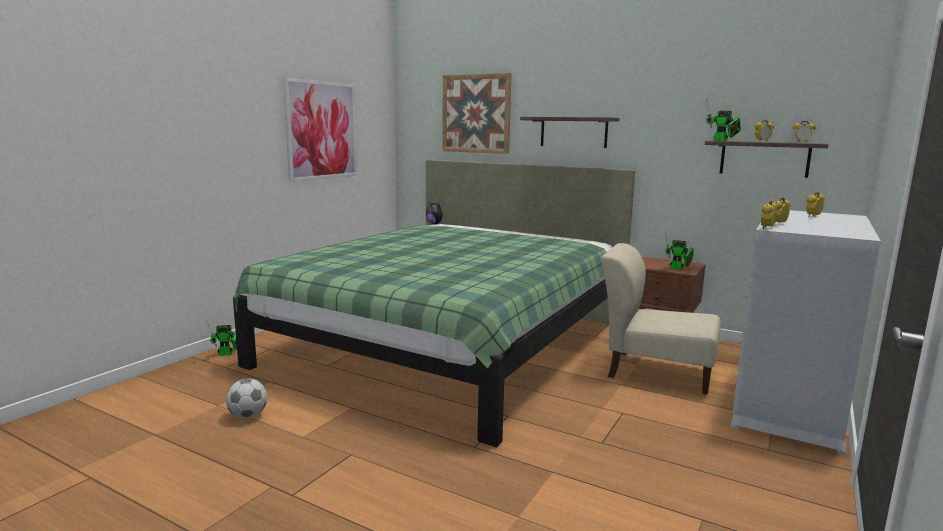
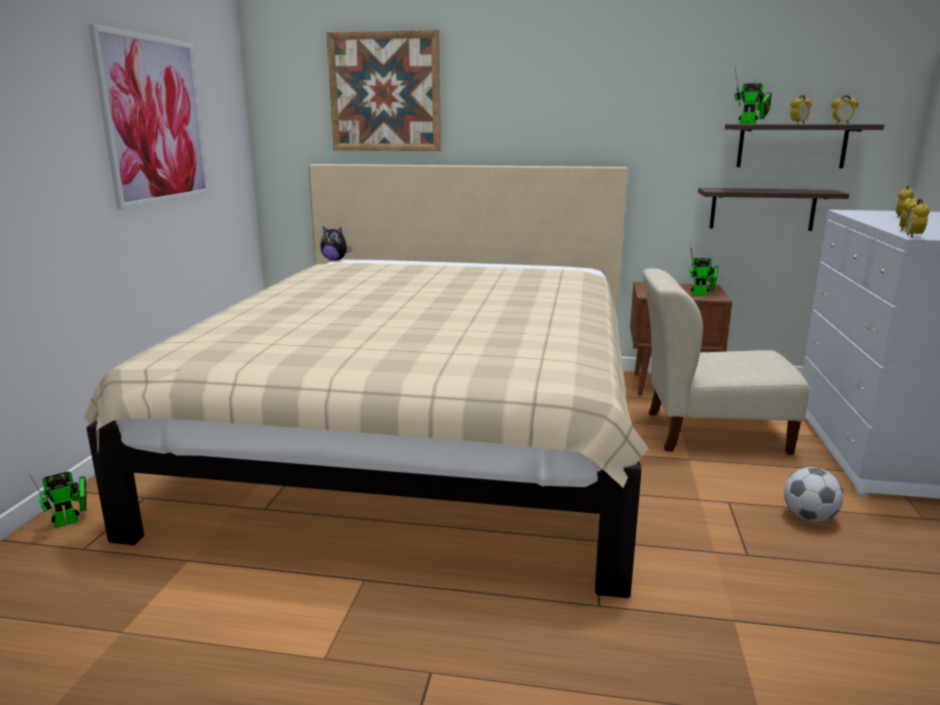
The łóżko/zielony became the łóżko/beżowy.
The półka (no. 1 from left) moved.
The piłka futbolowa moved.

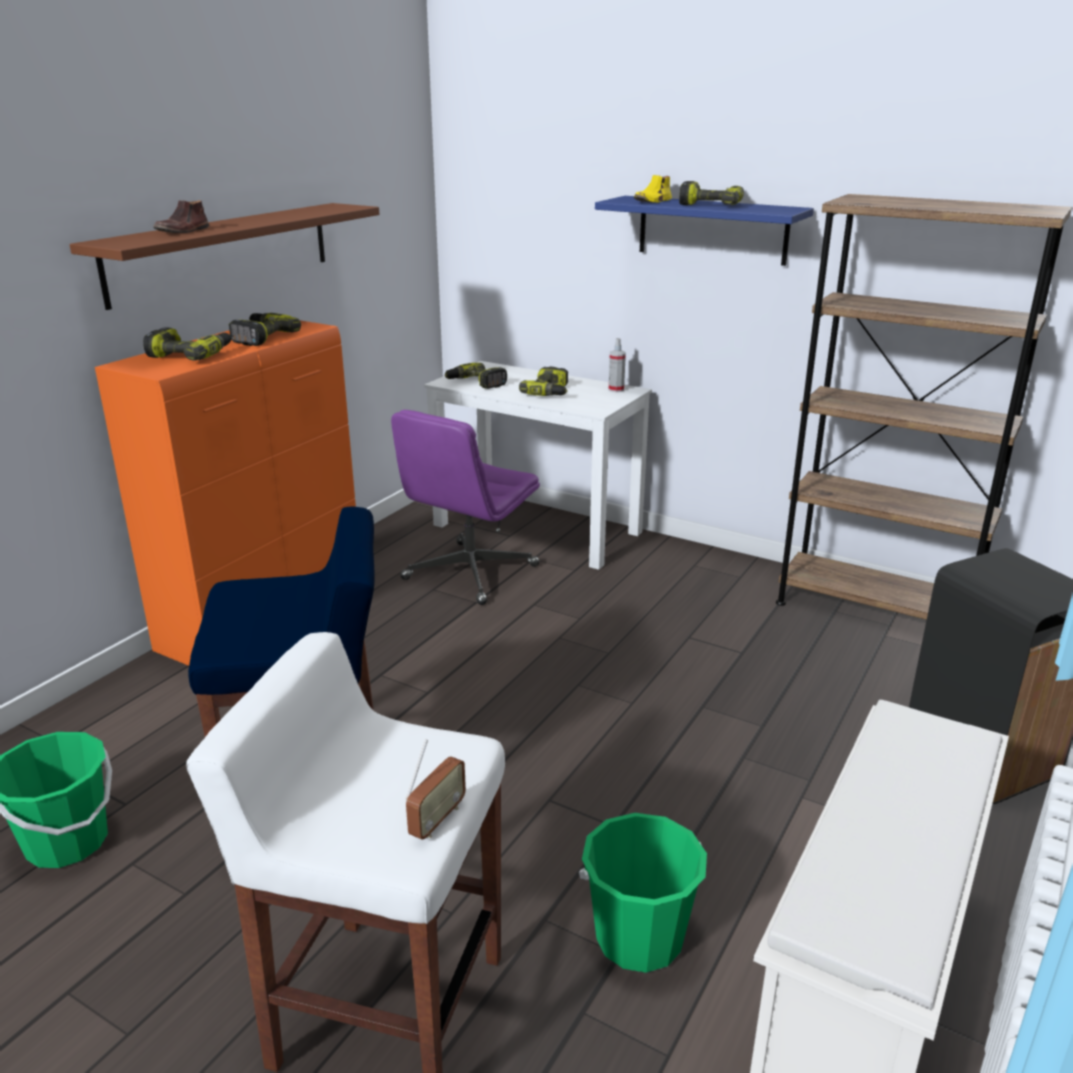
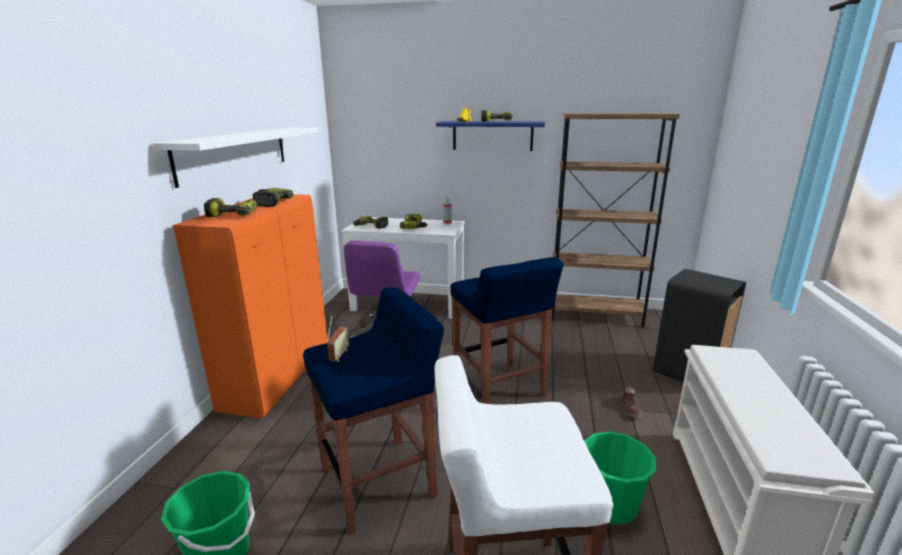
The półka/brązowy became the półka/biały.
The radio moved.
The stołek/niebieski (no. 2 from left) appeared.
The but/brązowy moved.

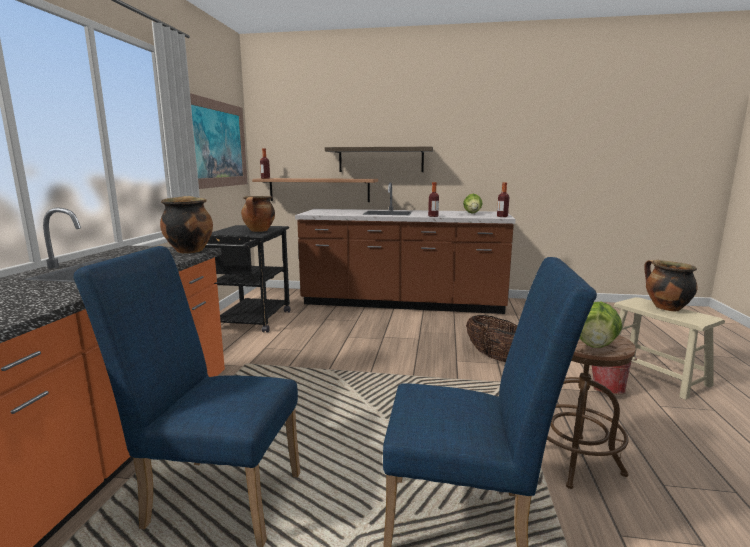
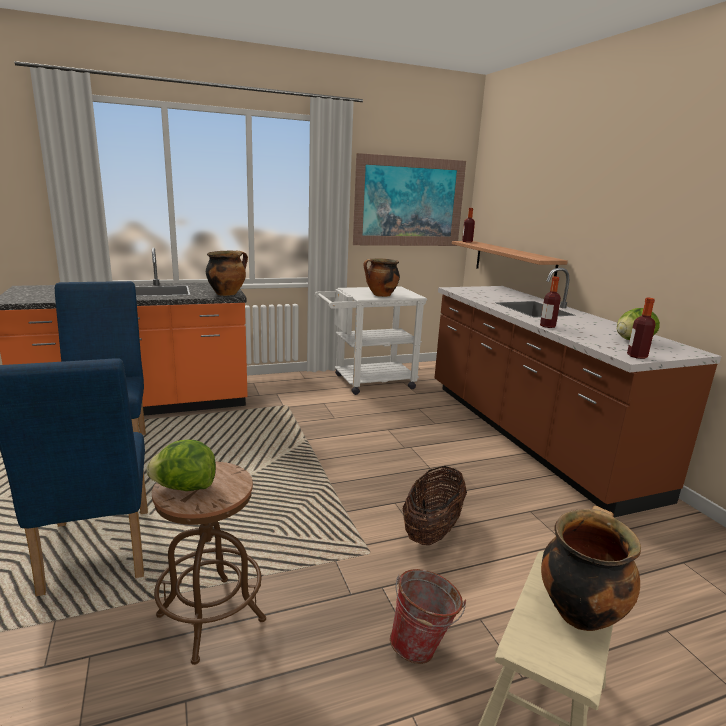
The wózek/czarny became the wózek/biały.
The półka (no. 2 from left) disappeared.

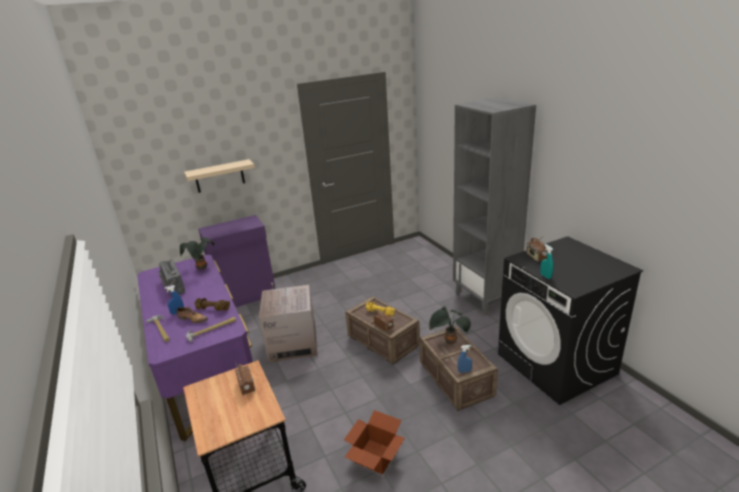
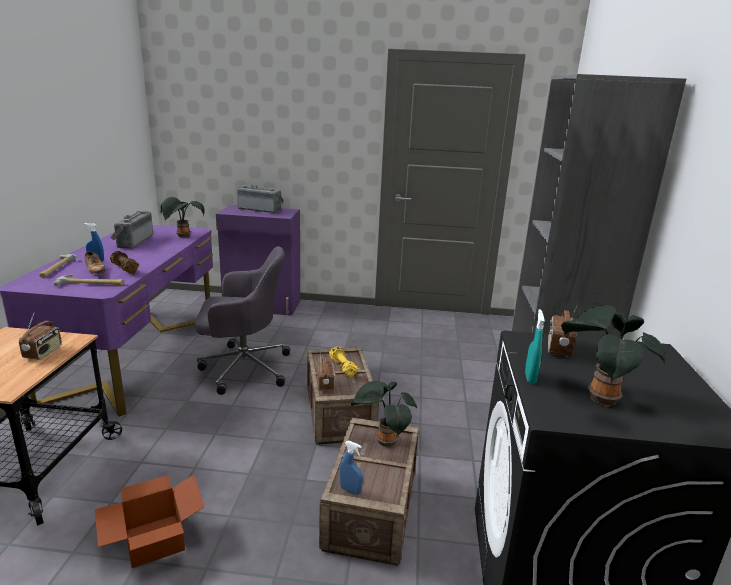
The karton (no. 1 from left) was replaced by the krzesło biurowe/szary.
The radio (no. 3 from left) appeared.
The roślina doniczkowa (no. 3 from left) appeared.
The półka/beżowy disappeared.

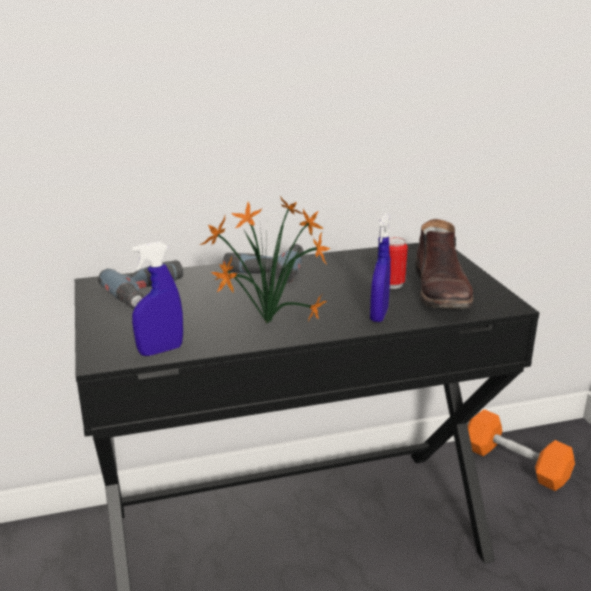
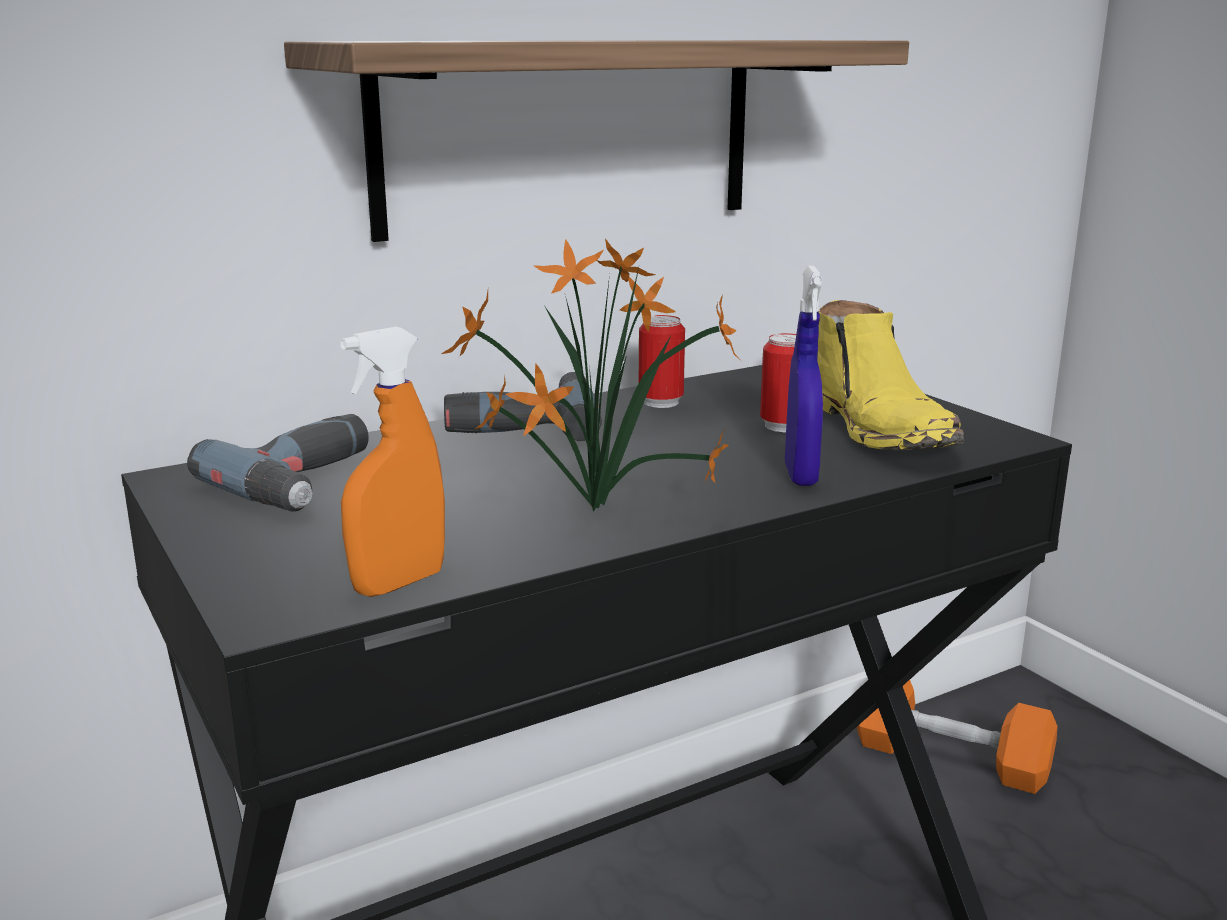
The półka appeared.
The spryskiwacz/niebieski (no. 1 from left) became the spryskiwacz/pomarańczowy.
The puszka (no. 1 from left) appeared.
The but z cholewką/brązowy became the but z cholewką/żółty.

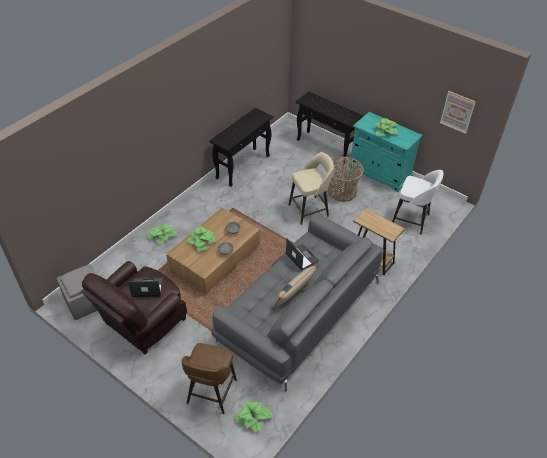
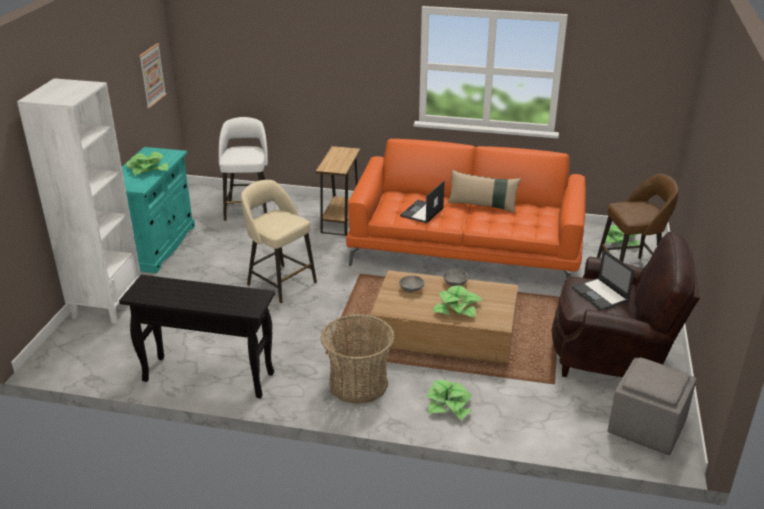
The stolik konsolowy/czarny (no. 2 from left) was replaced by the regał/biały.
The koszyk moved.
The kanapa/szary became the kanapa/pomarańczowy.

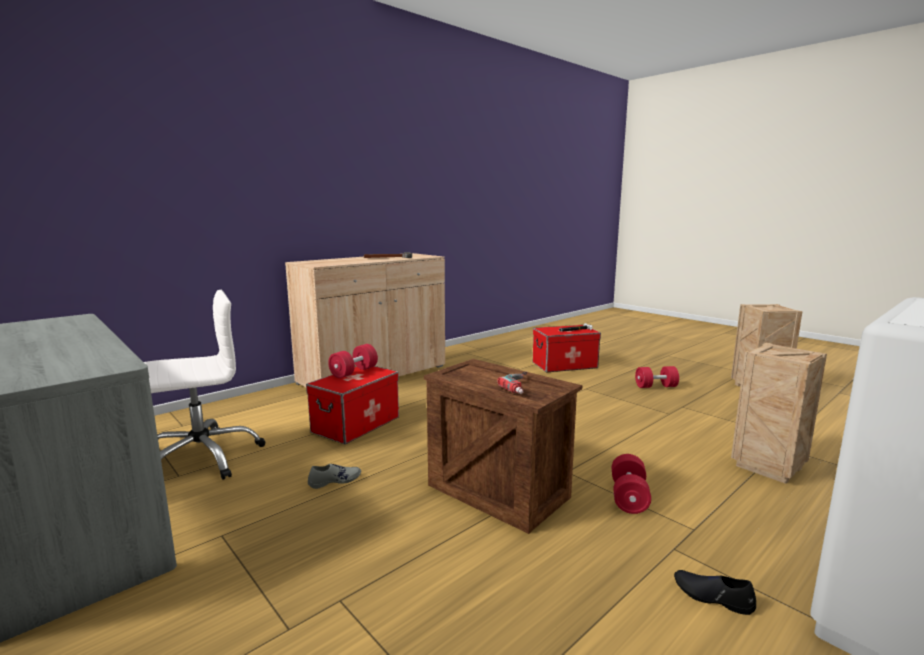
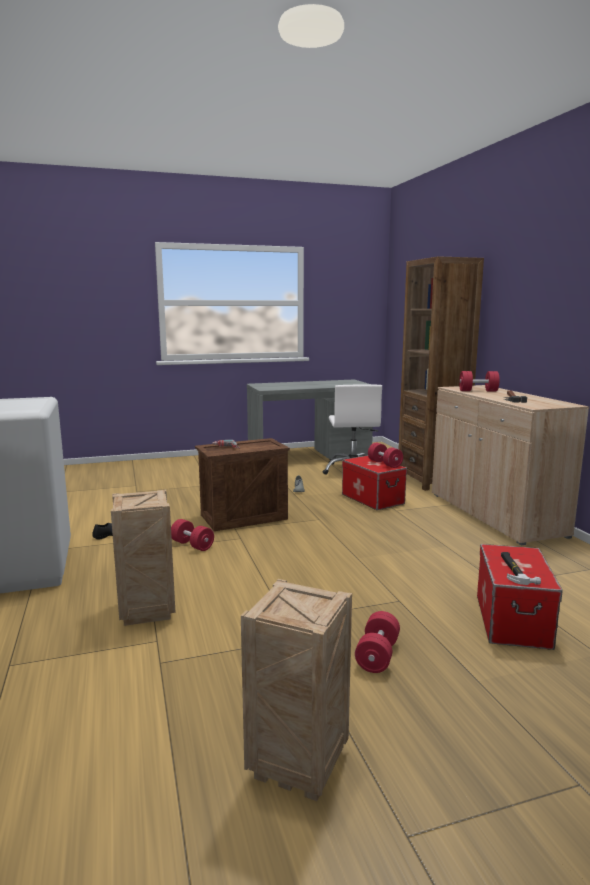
The regał/brązowy appeared.
The hantel/czerwony (no. 4 from left) appeared.

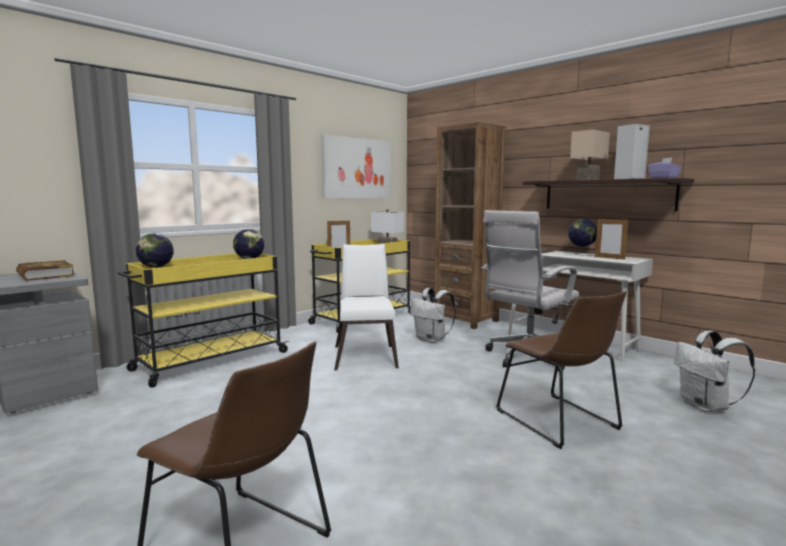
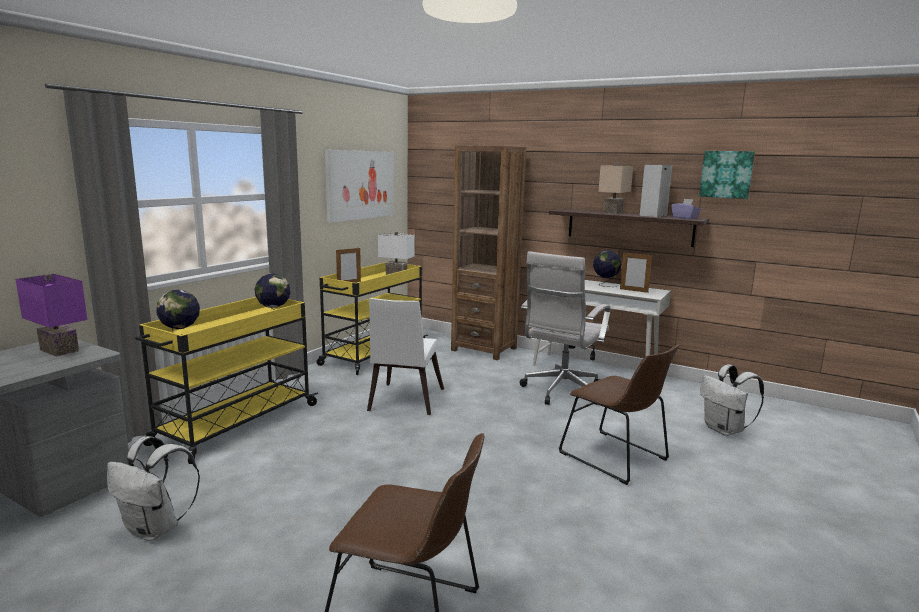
The książka was replaced by the lampa stołowa/fioletowy.
The plecak/biały (no. 1 from left) moved.
The krzesło/biały turned 150 degrees counterclockwise.
The obraz (no. 2 from left) appeared.

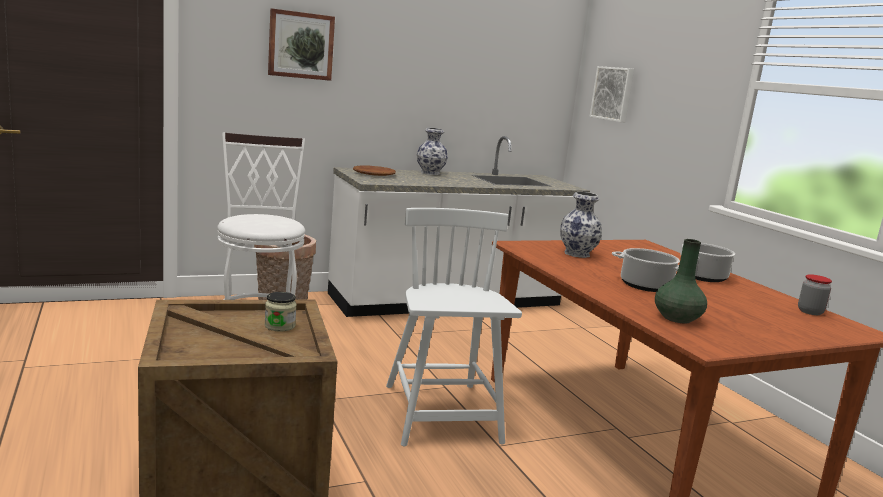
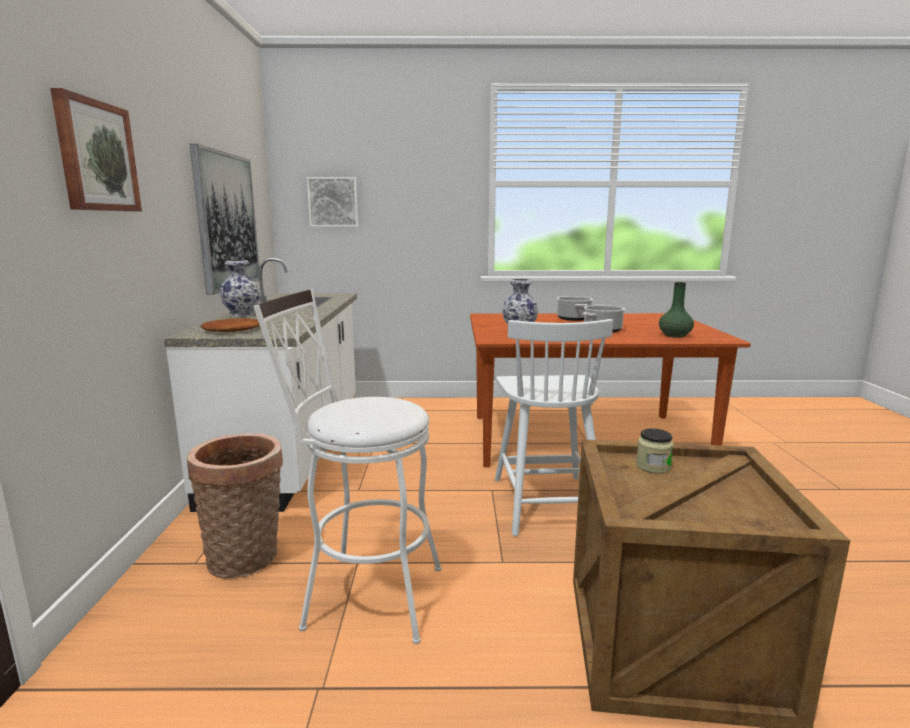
The obraz (no. 2 from left) appeared.
The krzesło/biały turned 105 degrees counterclockwise.
The słoik (no. 2 from left) disappeared.

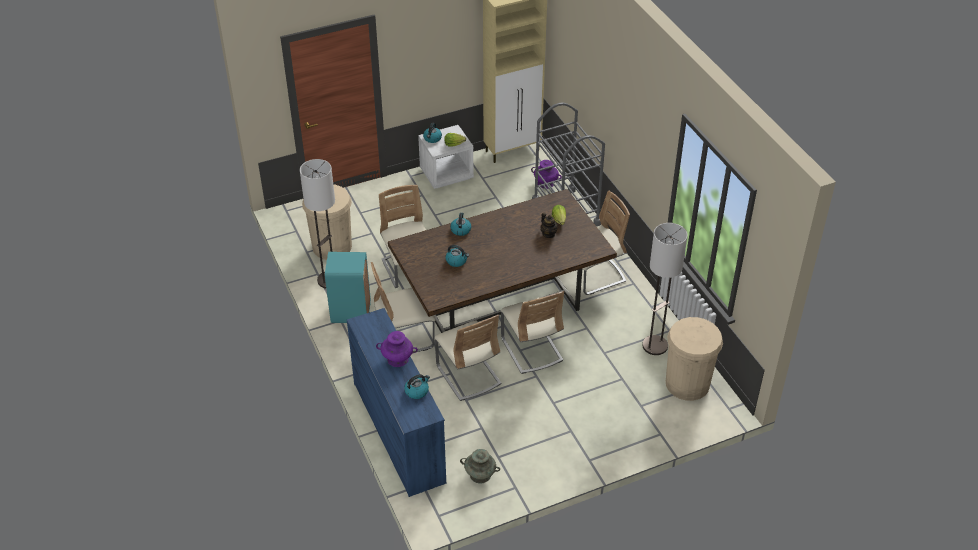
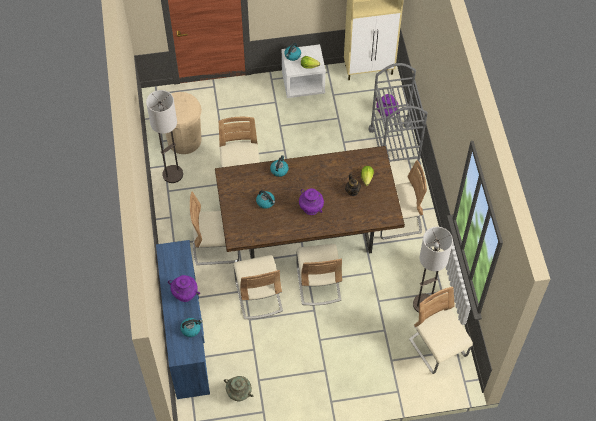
The wazon/fioletowy (no. 2 from left) appeared.
The kosz na śmieci/beżowy (no. 2 from left) was replaced by the krzesło/beżowy (no. 6 from left).
The kosz na śmieci/turkusowy disappeared.

